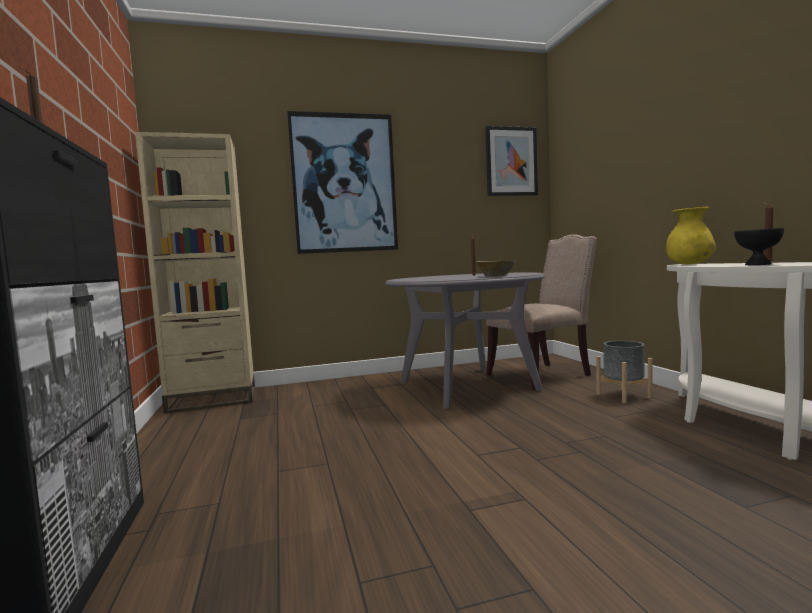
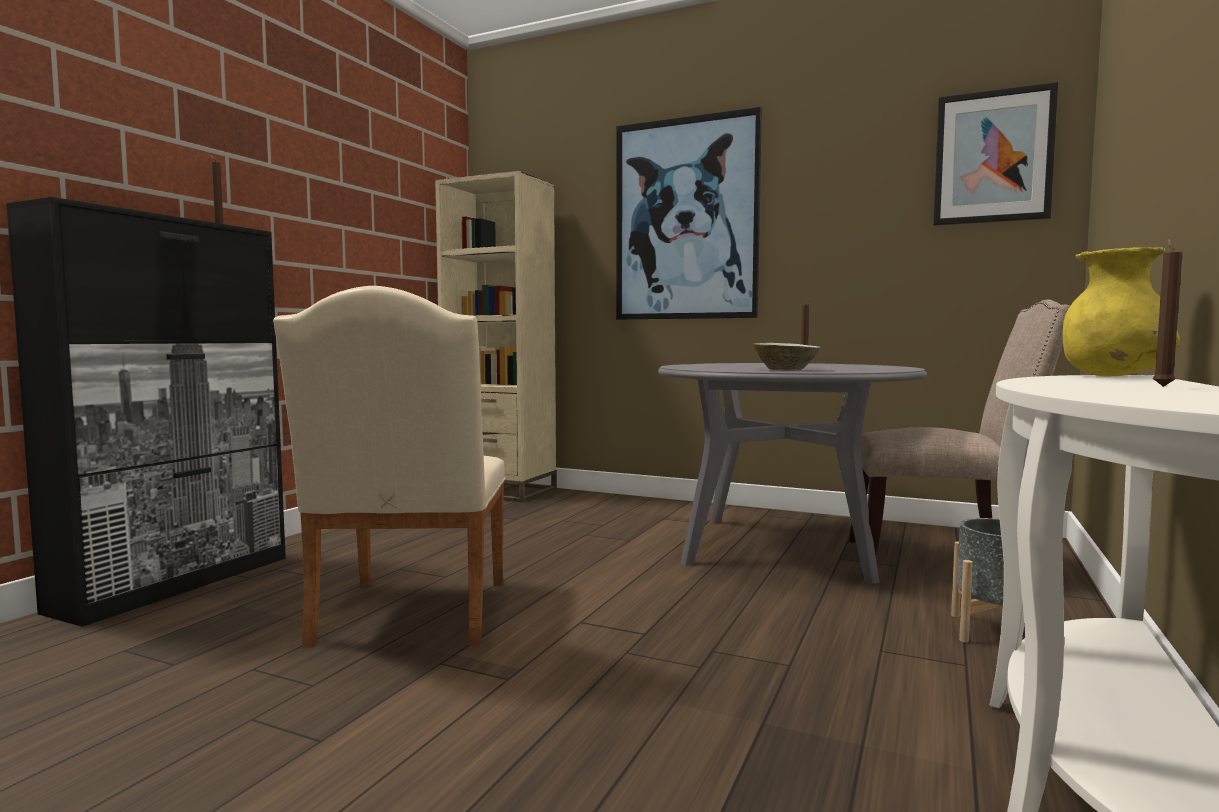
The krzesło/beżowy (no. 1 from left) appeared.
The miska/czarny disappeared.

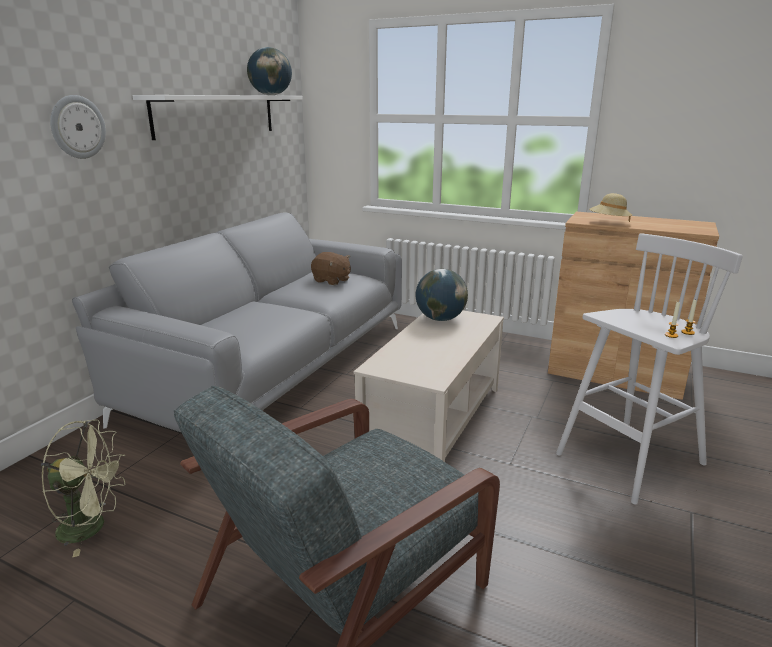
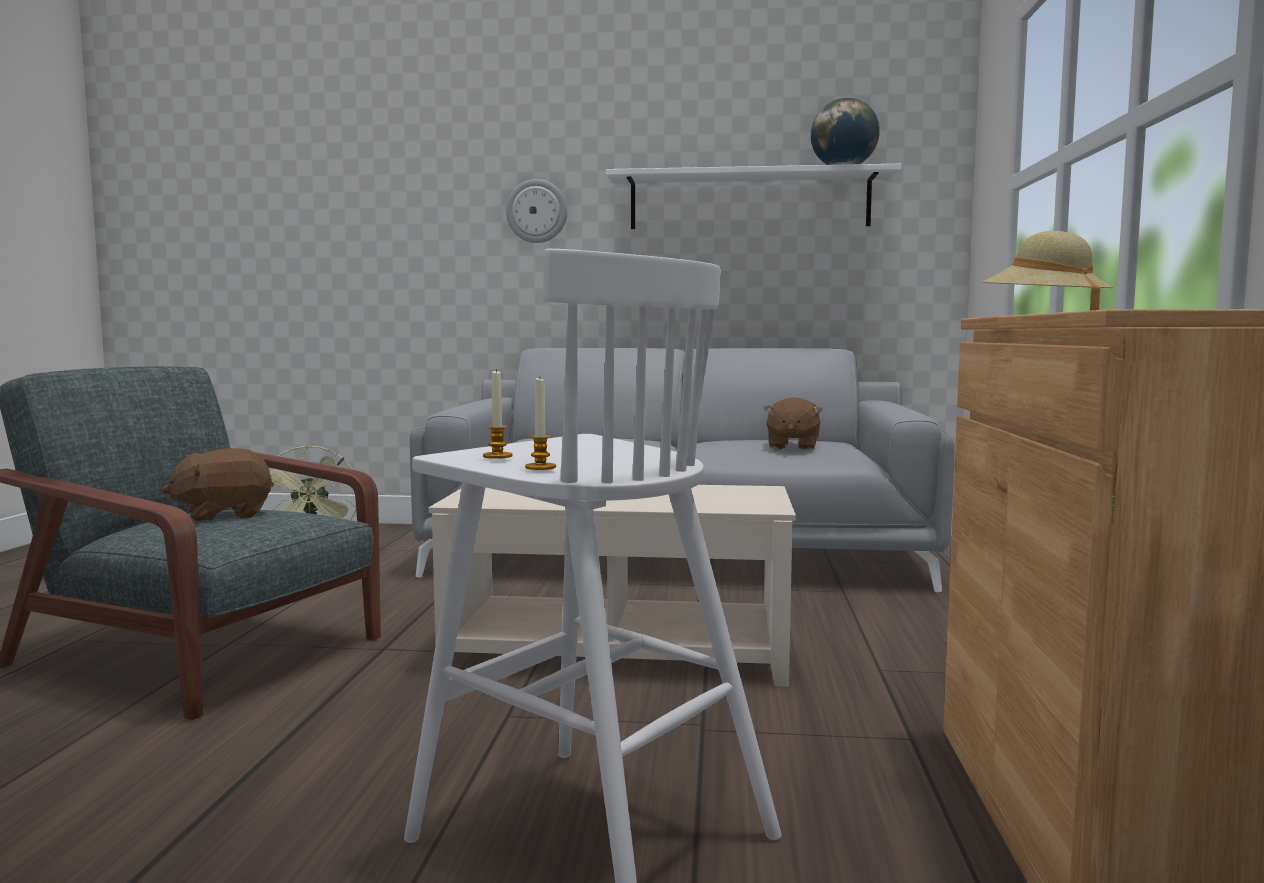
The pluszak/brązowy (no. 1 from left) appeared.
The globus (no. 2 from left) disappeared.

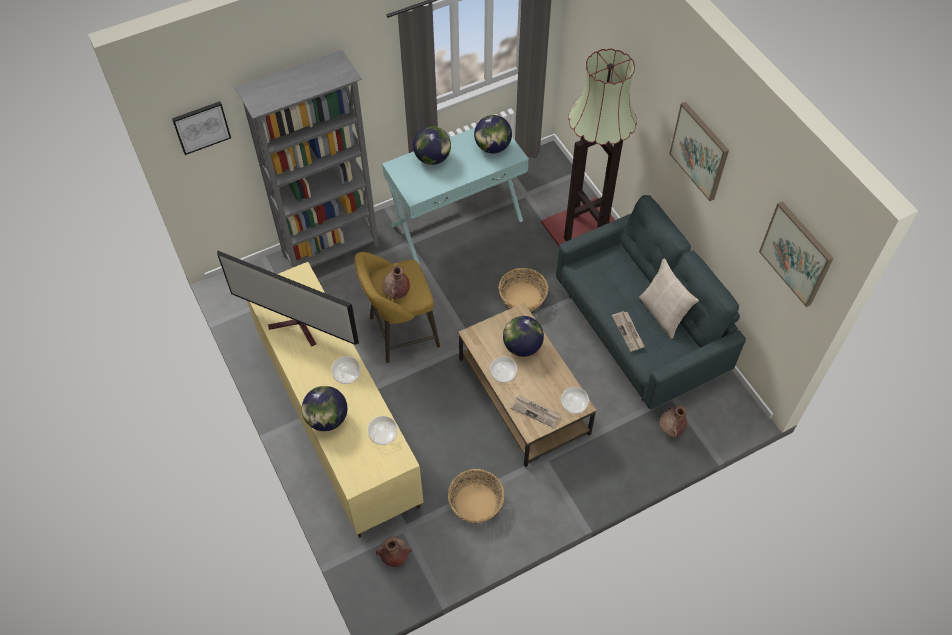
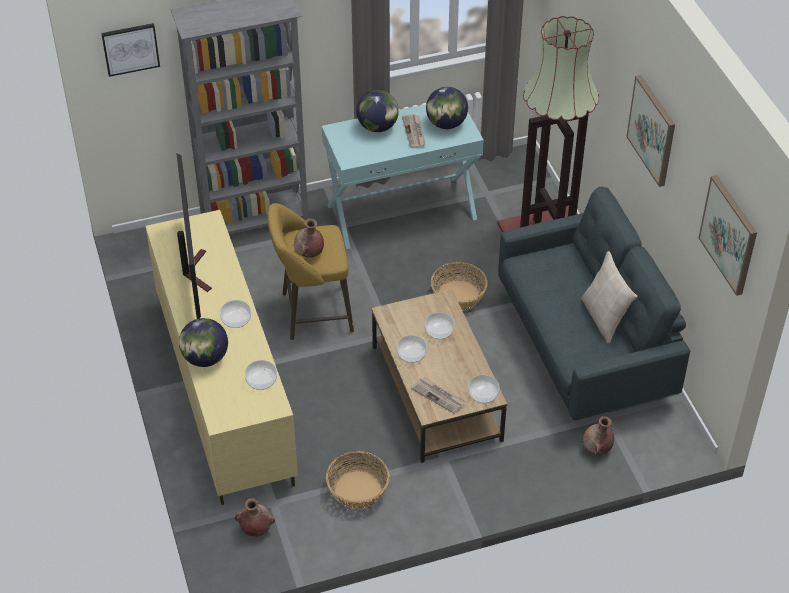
The telewizor turned 135 degrees counterclockwise.
The gazeta (no. 2 from left in the first image) moved.
The globus (no. 4 from left) was replaced by the miska (no. 4 from left).

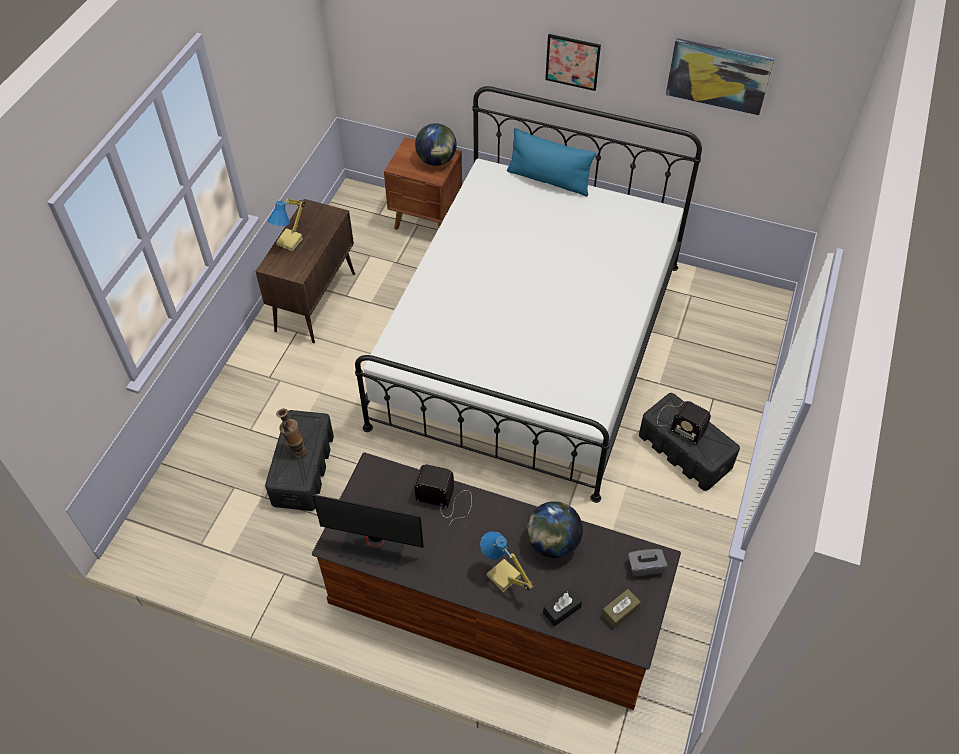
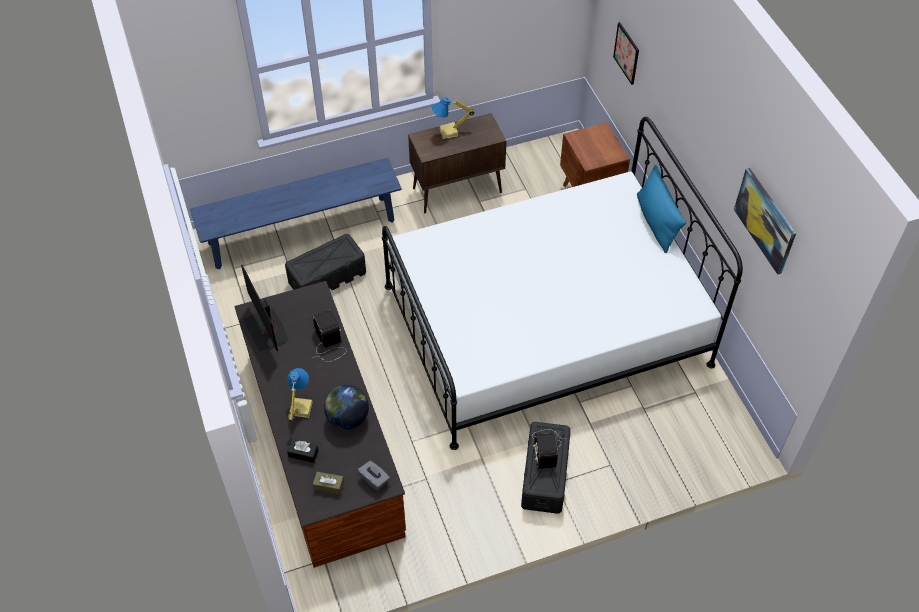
The ławka/niebieski appeared.
The obraz (no. 1 from left) moved.
The wazon disappeared.
The globus (no. 1 from left) disappeared.

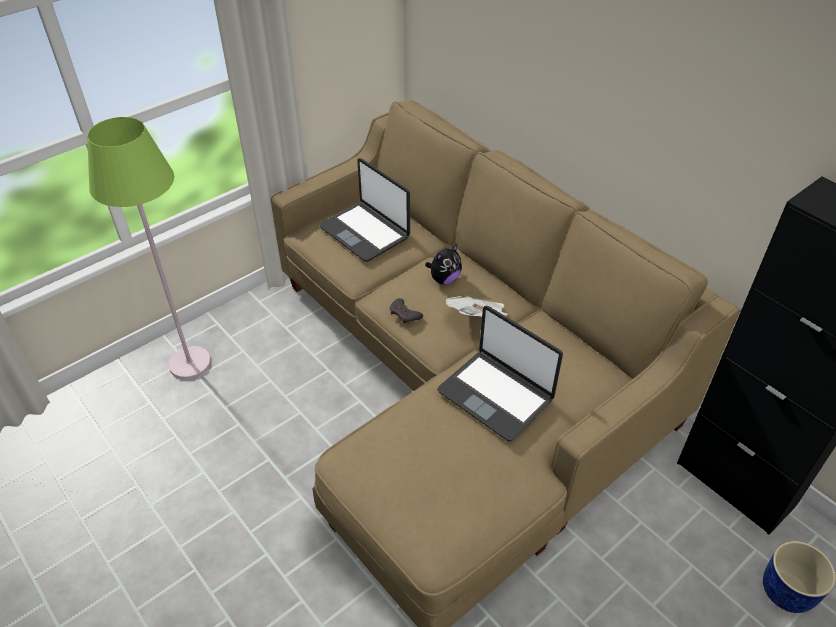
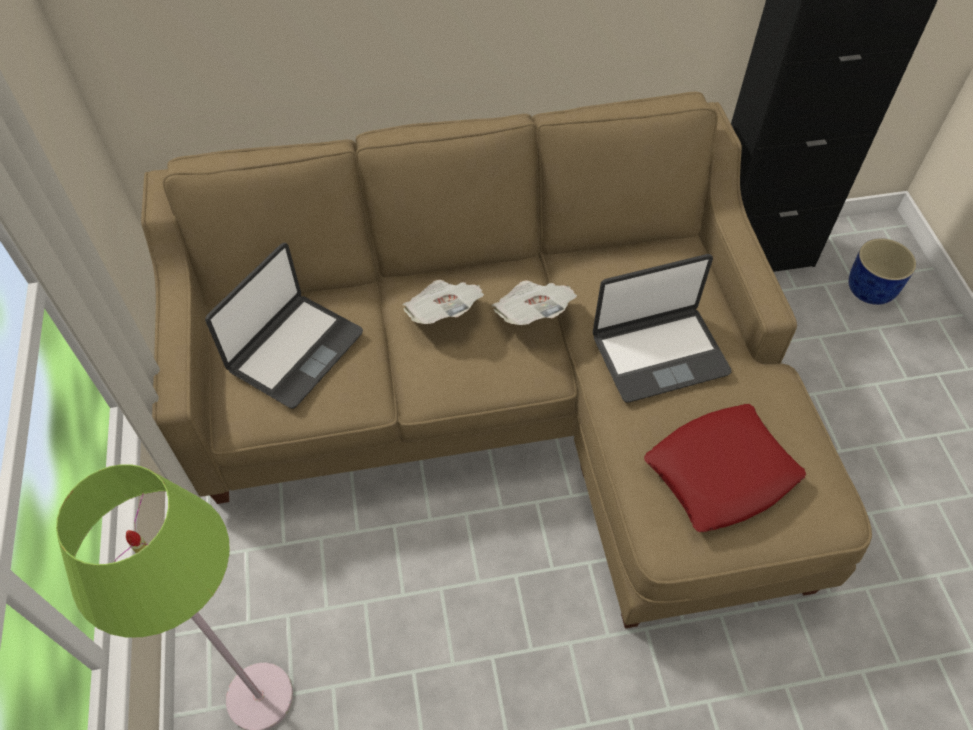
The laptop (no. 1 from left) turned 45 degrees counterclockwise.
The pluszak was replaced by the gazeta (no. 1 from left).
The poduszka/czerwony appeared.
The pad do gier/szary disappeared.

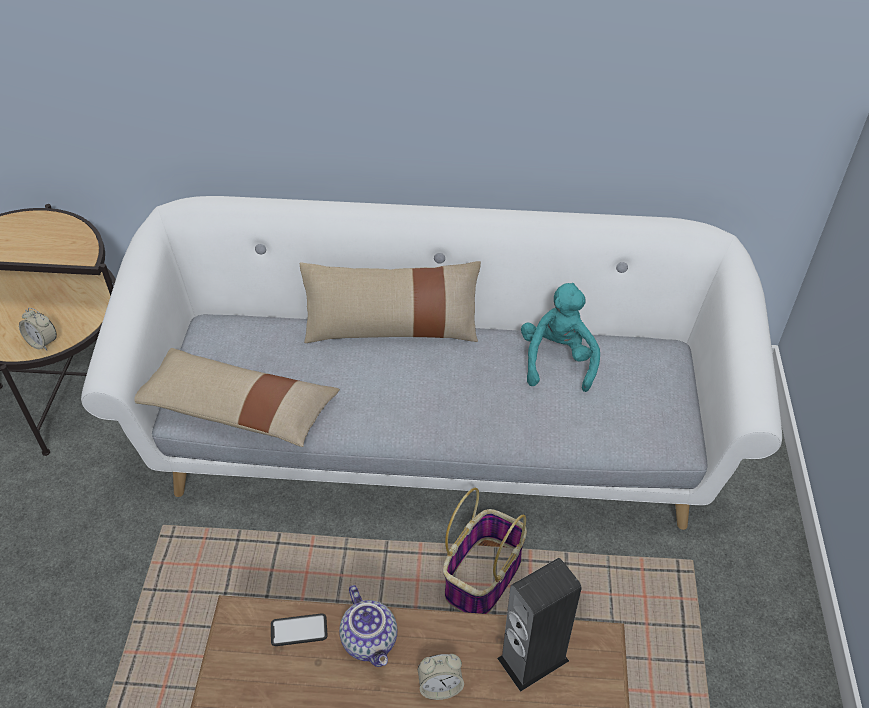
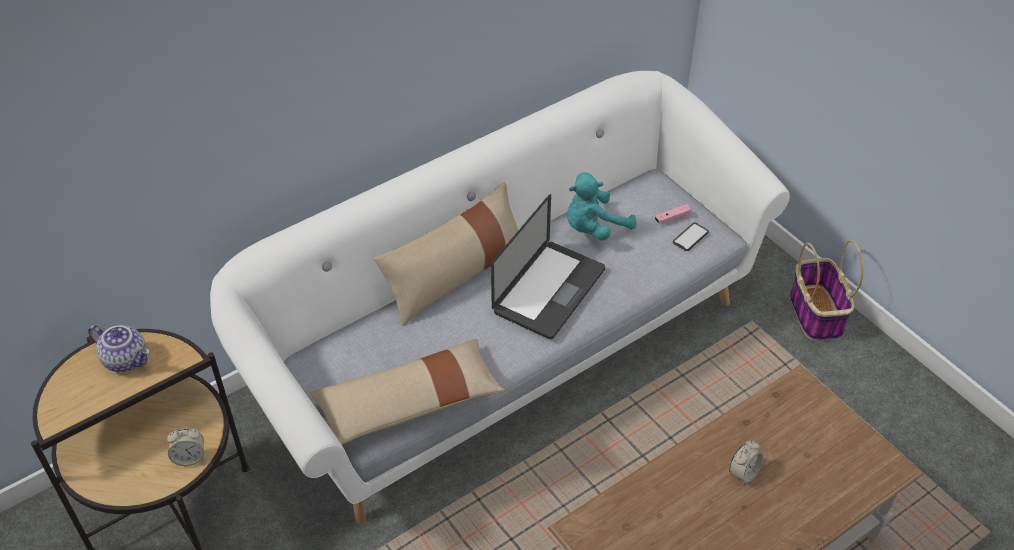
The imbryk moved.
The laptop appeared.
The pluszak/turkusowy turned 90 degrees counterclockwise.
The pad do gier/różowy appeared.
The telefon moved.
The koszyk moved.
The głośnik disappeared.

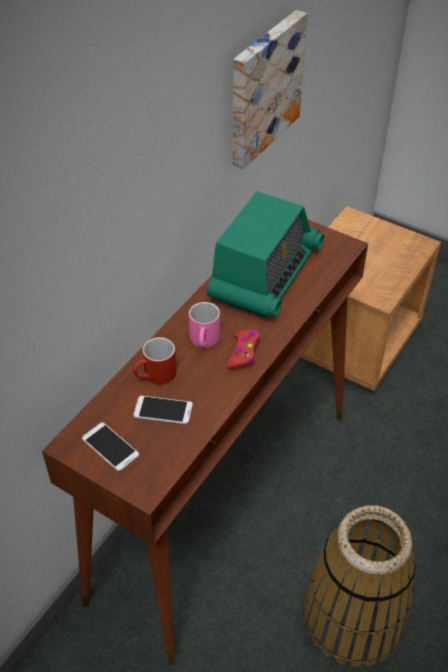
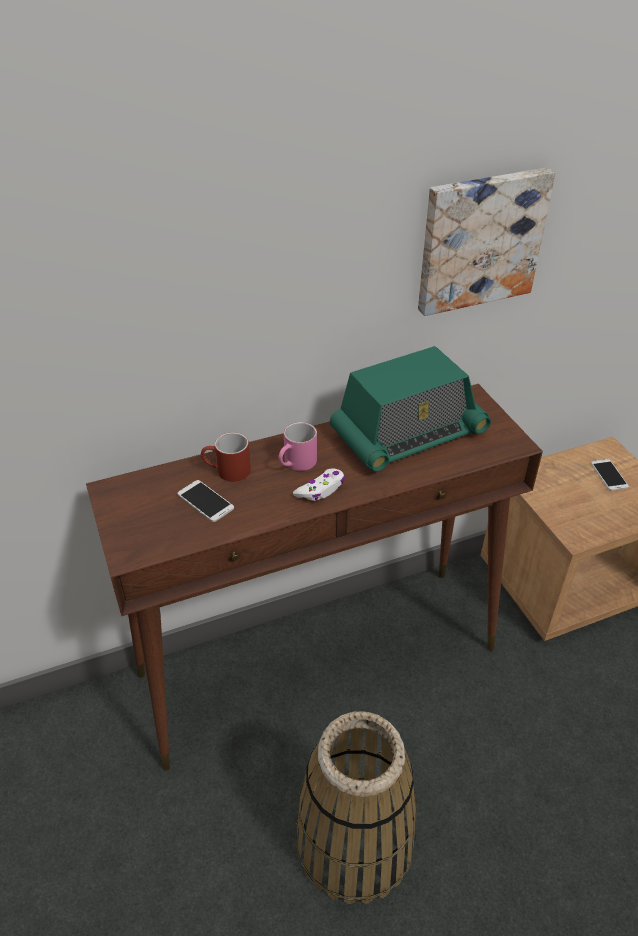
The pad do gier/czerwony became the pad do gier/biały.
The telefon (no. 1 from left in the first image) moved.

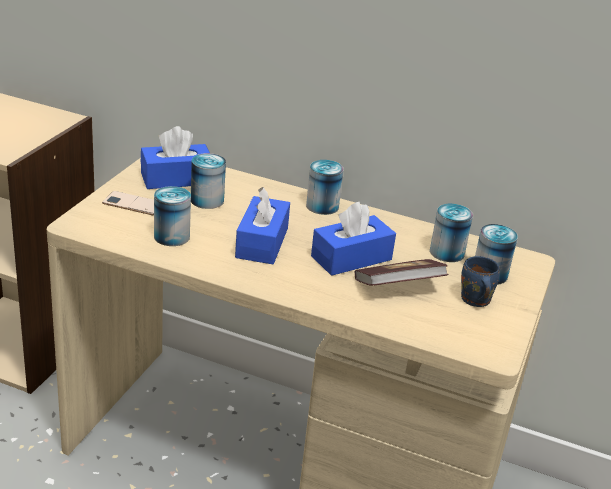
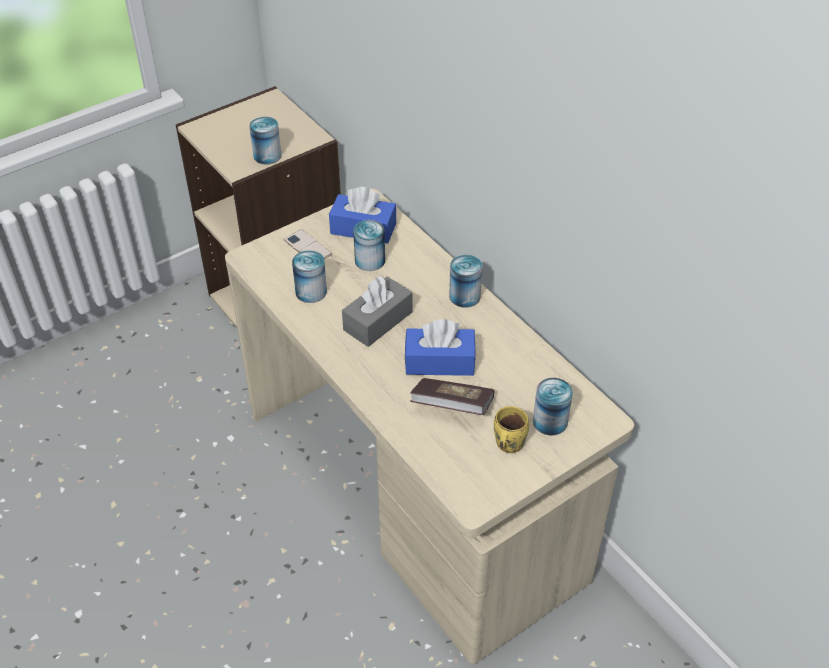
The puszka (no. 4 from left in the first image) moved.
The pudełko chusteczek/niebieski (no. 2 from left) became the pudełko chusteczek/szary.
The kubek/niebieski became the kubek/żółty.

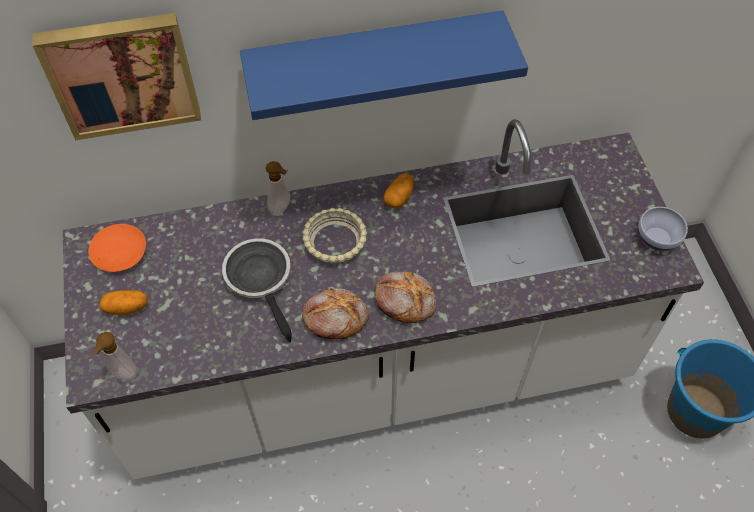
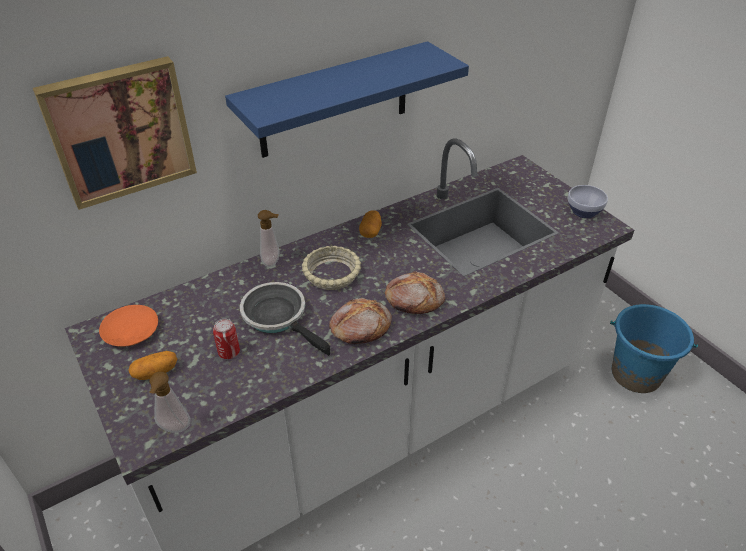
The puszka appeared.

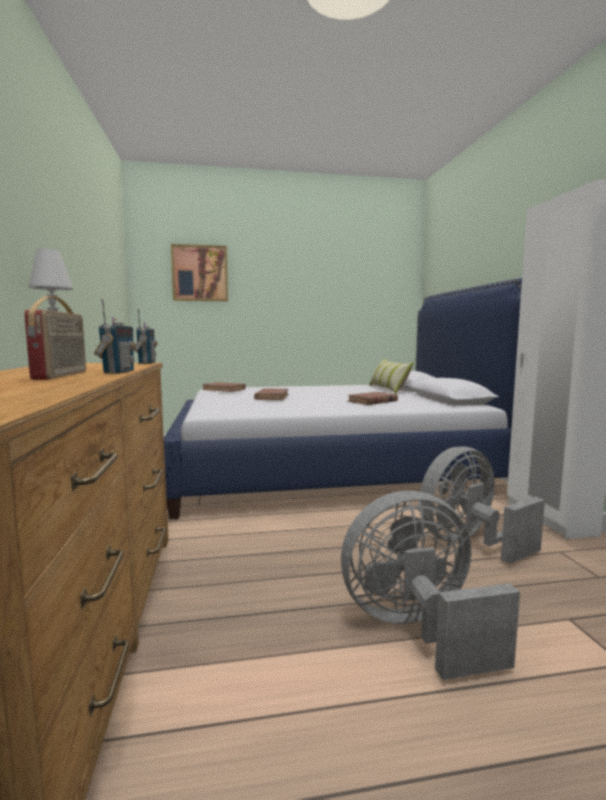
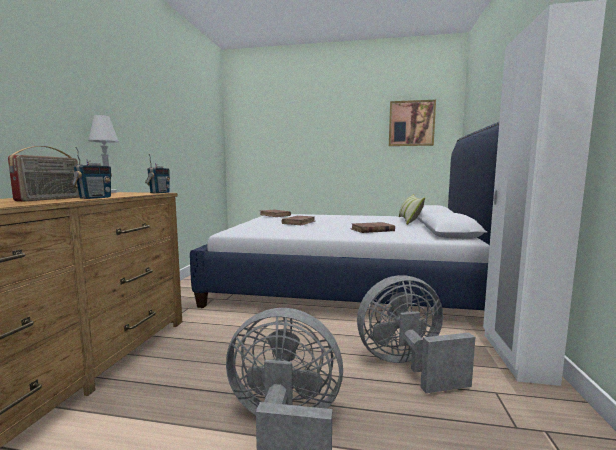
The obraz moved.

